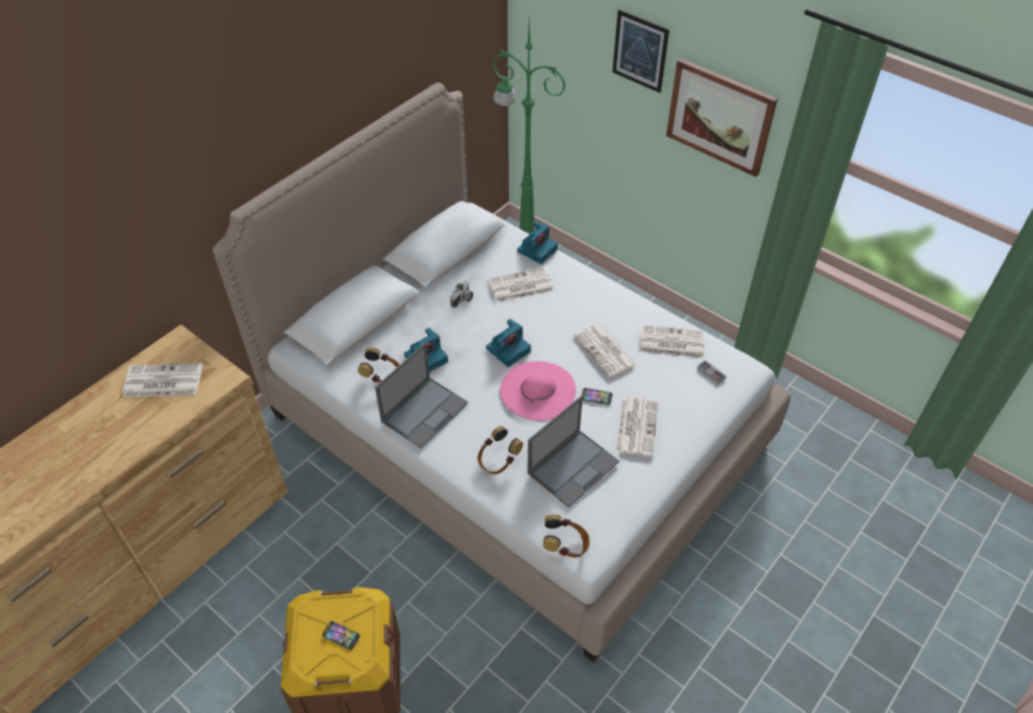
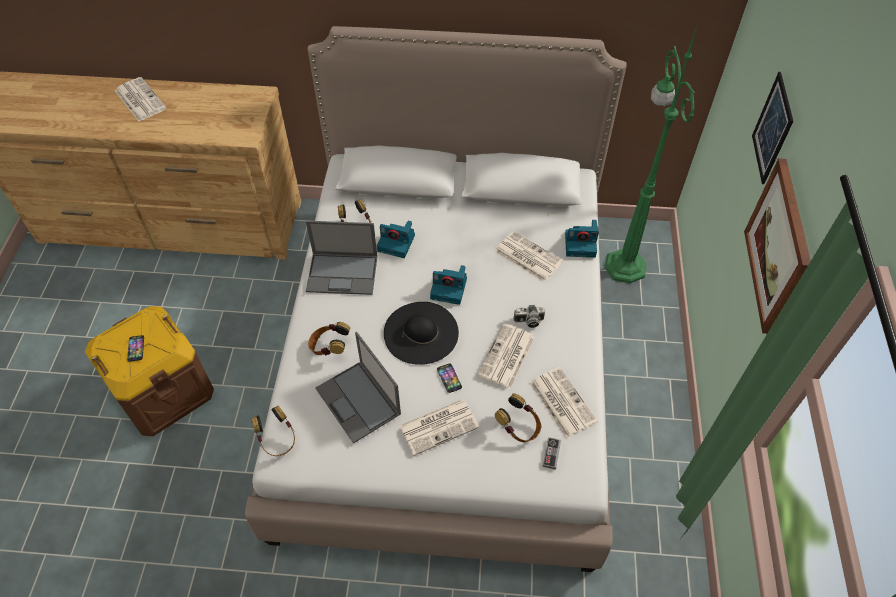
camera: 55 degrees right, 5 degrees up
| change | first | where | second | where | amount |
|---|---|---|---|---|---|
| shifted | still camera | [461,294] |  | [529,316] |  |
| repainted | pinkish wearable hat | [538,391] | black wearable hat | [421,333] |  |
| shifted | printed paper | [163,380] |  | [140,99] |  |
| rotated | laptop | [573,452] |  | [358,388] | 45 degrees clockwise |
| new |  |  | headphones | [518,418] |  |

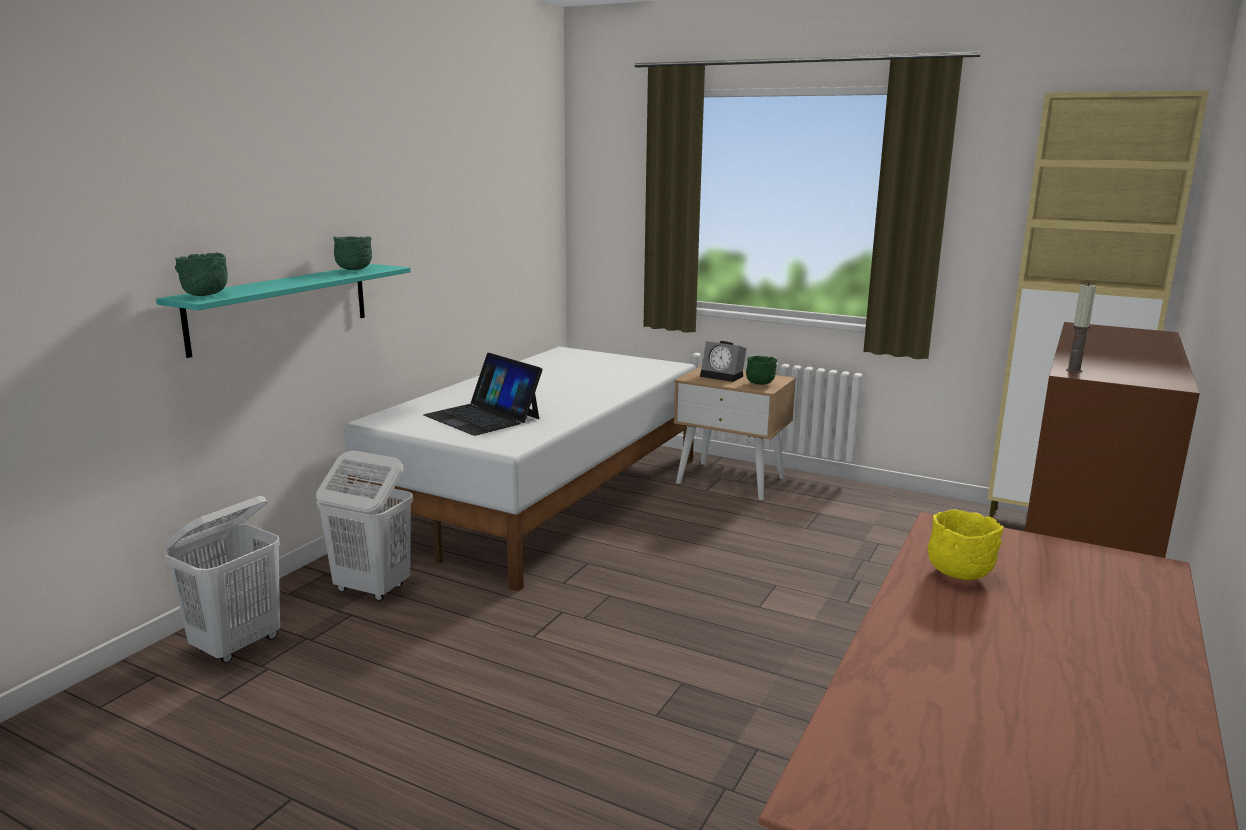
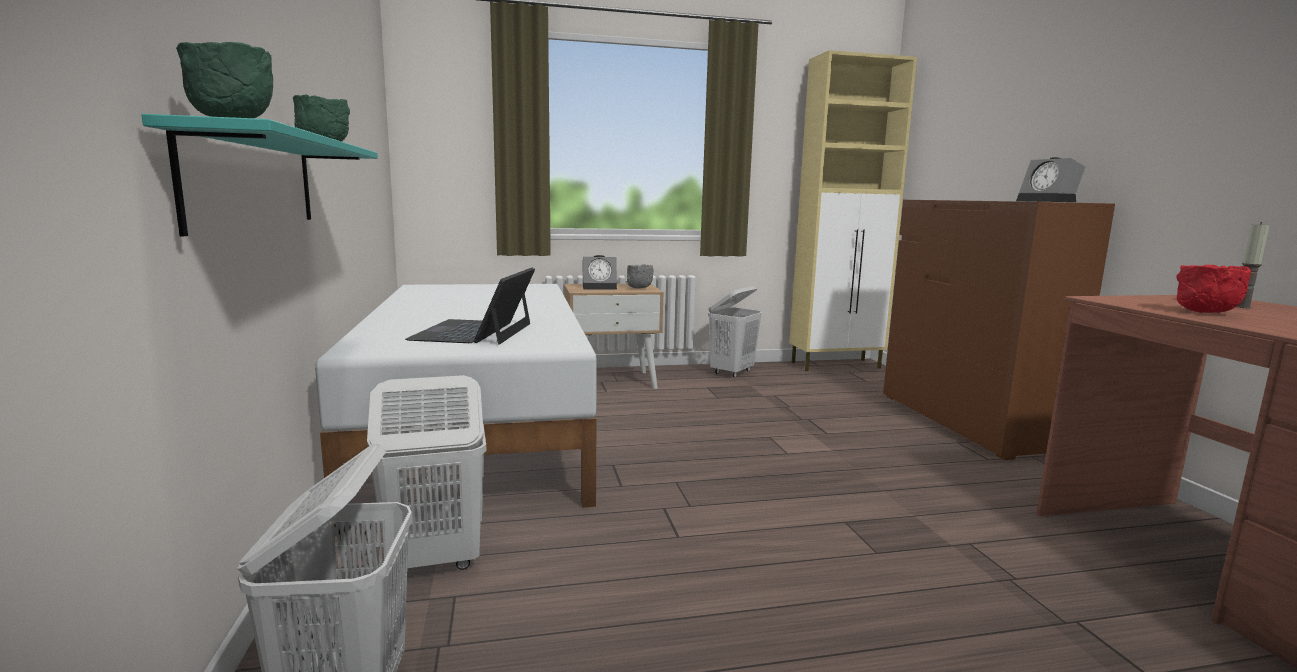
camera: 40 degrees left, 5 degrees down
| change | first | where | second | where | amount |
|---|---|---|---|---|---|
| shifted | candle | [1081,328] |  | [1253,265] |  |
| rotated | laptop | [483,394] |  | [470,306] | 90 degrees clockwise |
| repainted | green-coloured serving bowl | [761,370] | greyish serving bowl | [640,276] |  |
| repainted | yellow serving bowl | [966,544] | red serving bowl | [1213,289] |  |
| new |  |  | table clock | [1050,179] |  |
| new |  |  | white washing basket | [735,332] |  |

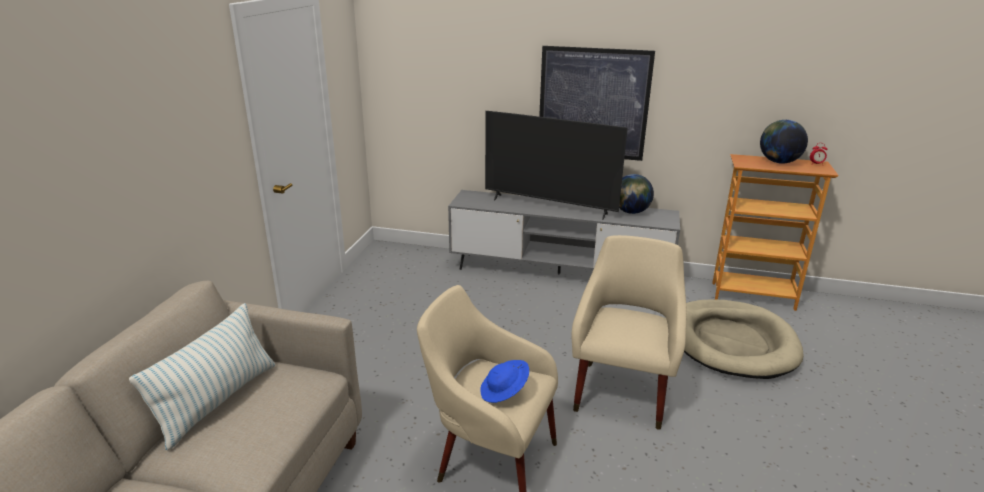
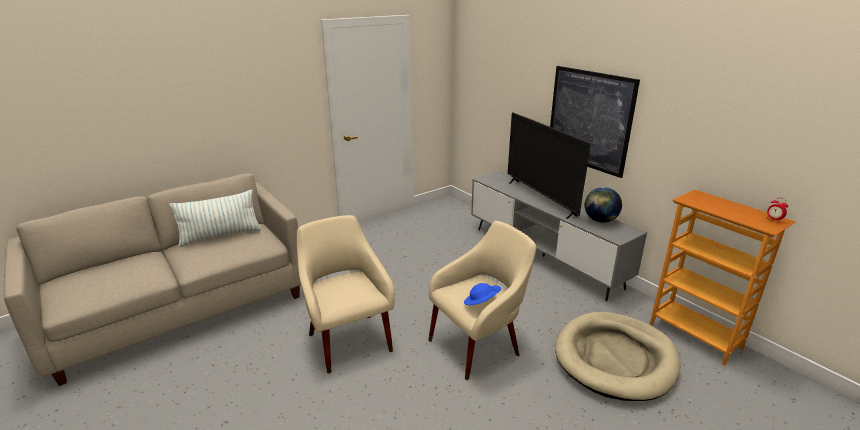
camera: 40 degrees right, 0 degrees up
| change | first | where | second | where | amount |
|---|---|---|---|---|---|
| gone | globe | [784,142] |  |  |  |
| shifted | blue-coloured wearable hat | [504,381] |  | [482,294] |  |

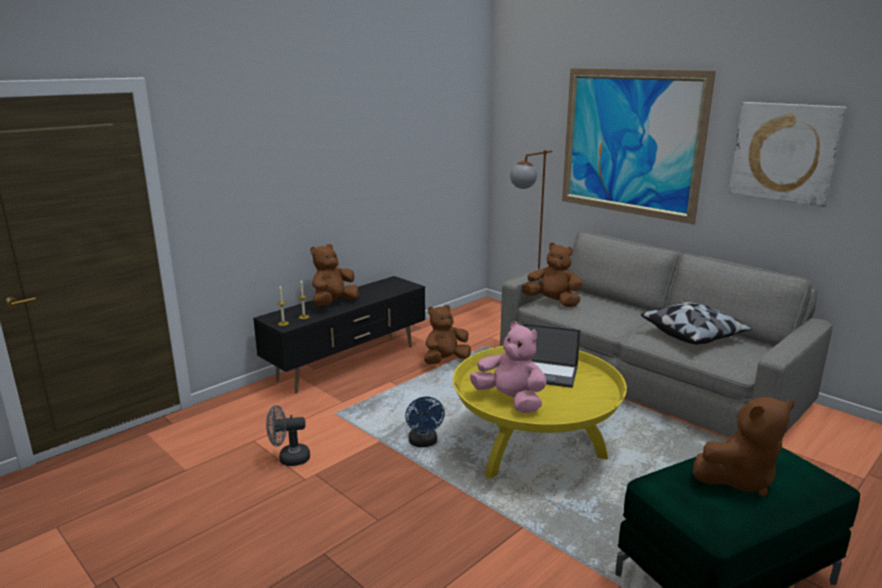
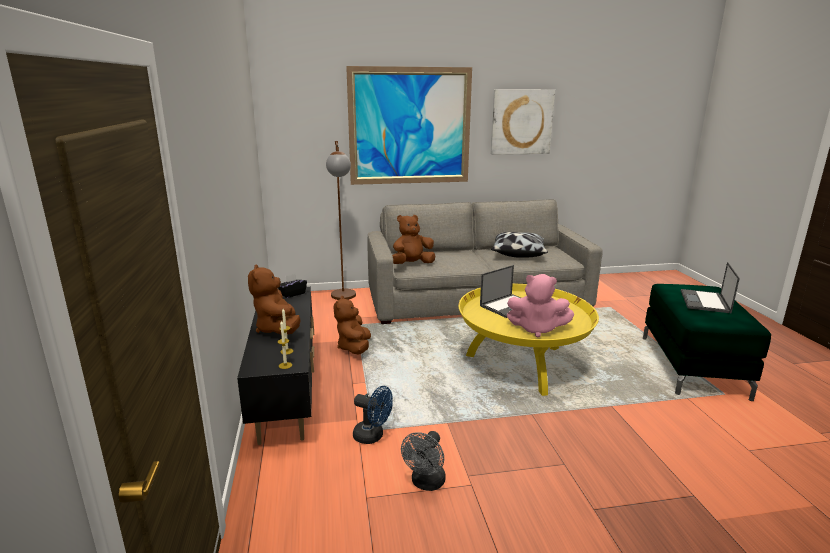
camera: 55 degrees left, 0 degrees up
| change | first | where | second | where | amount |
|---|---|---|---|---|---|
| rotated | pinkish plush toy | [508,367] |  | [540,306] | 150 degrees counterclockwise |
| shifted | blue-coloured cooling fan | [425,422] |  | [373,415] |  |
| swapped | brownish plush toy | [744,447] | laptop | [710,287] |  |
| new |  |  | black box of tissues | [292,286] |  |

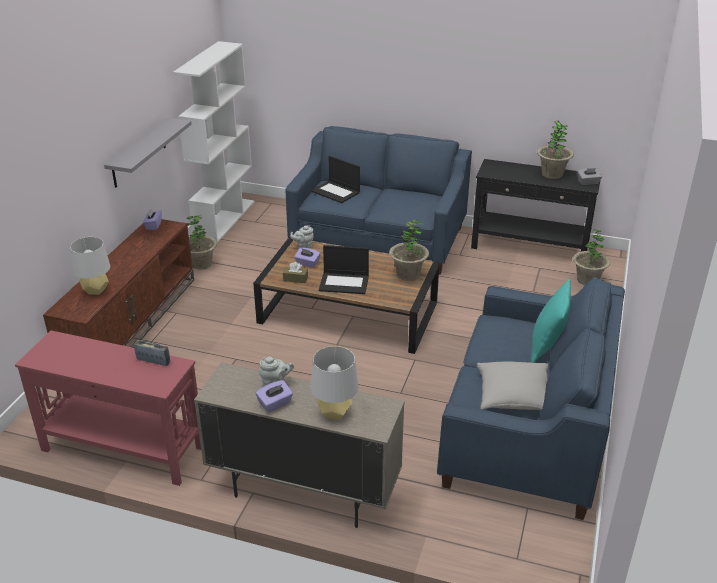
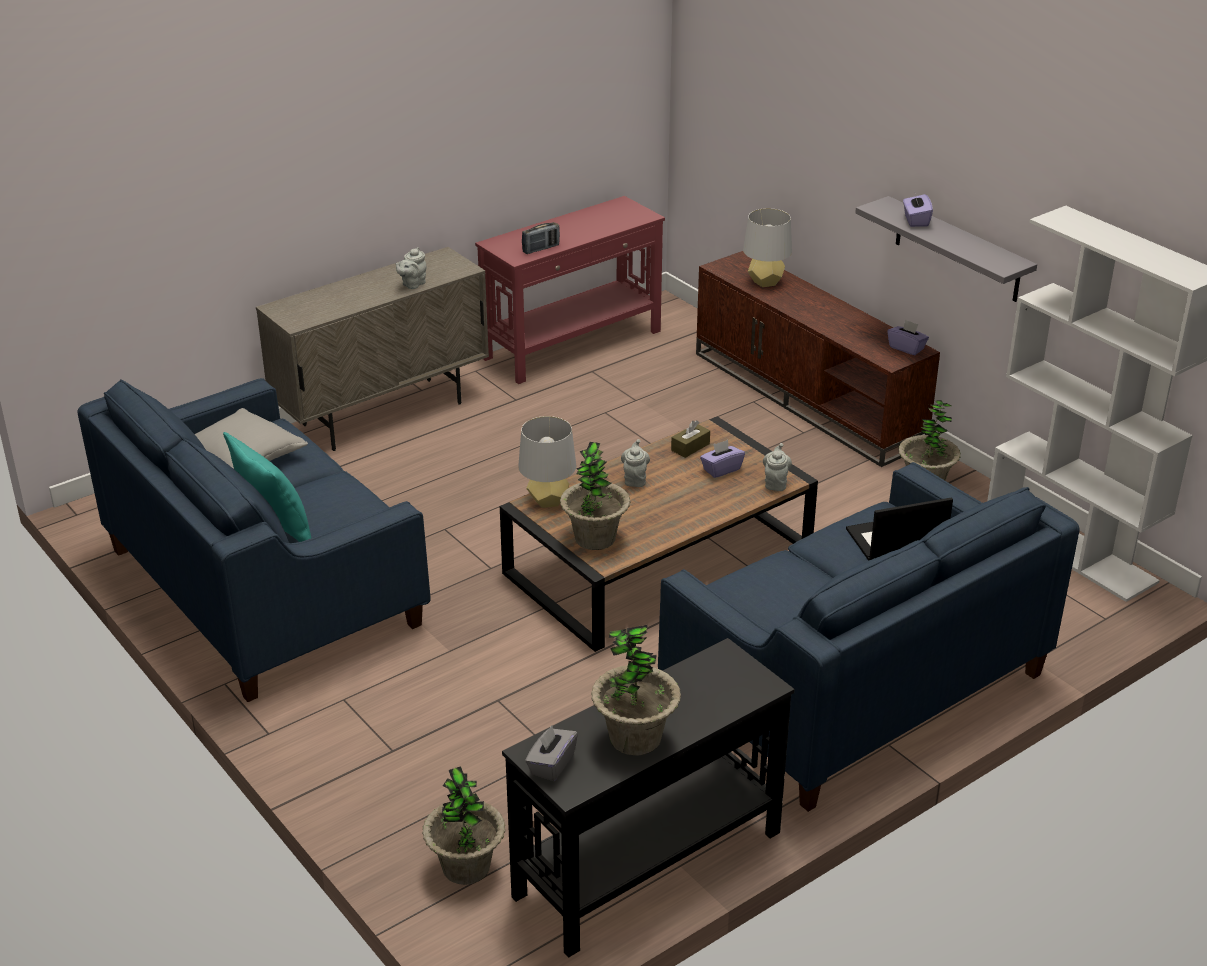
camera: 125 degrees right, 0 degrees up
| change | first | where | second | where | amount |
|---|---|---|---|---|---|
| swapped | laptop | [344,269] | greyish pot for tea | [635,463] |  |
| shifted | greyish table lamp | [335,383] |  | [547,462] |  |
| shifted | purplish box of tissues | [274,396] |  | [918,209] |  |

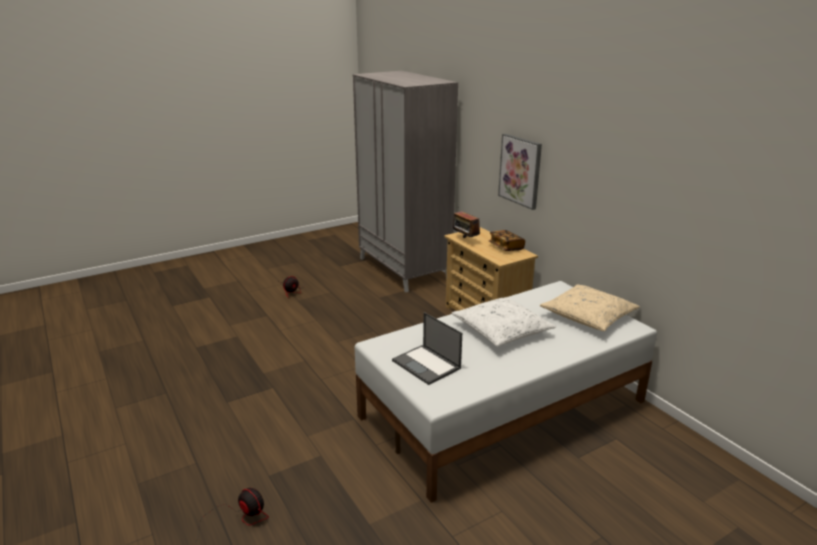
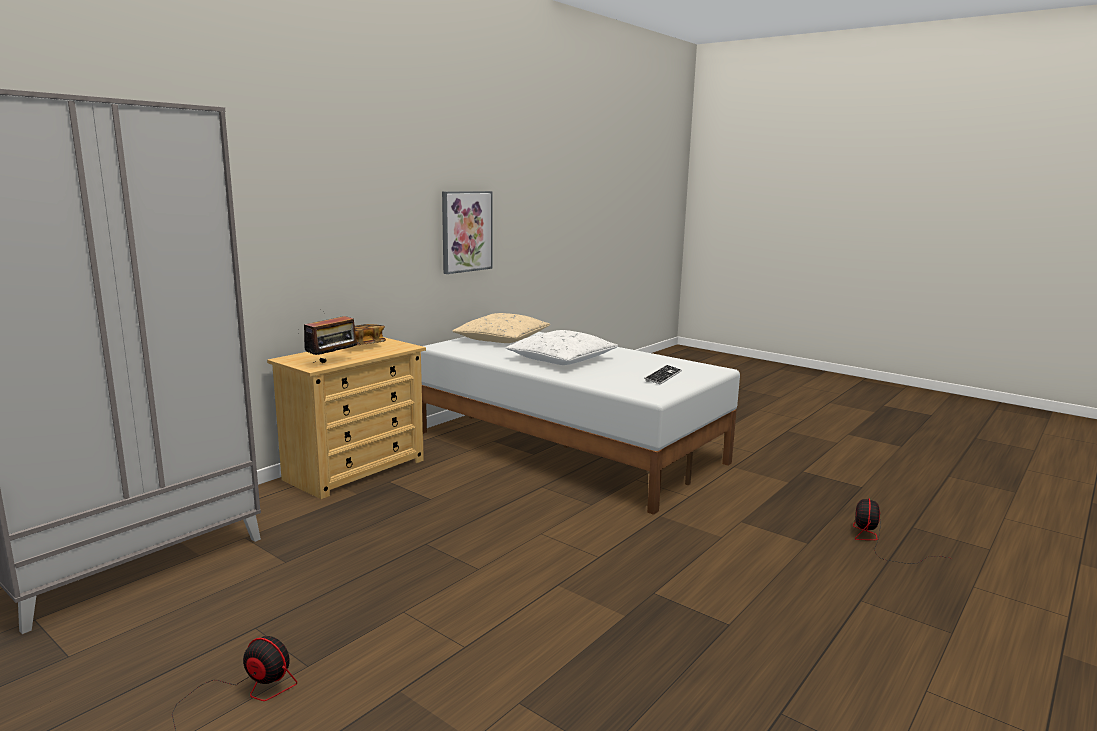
camera: 110 degrees left, 10 degrees down
| change | first | where | second | where | amount |
|---|---|---|---|---|---|
| shifted | picture | [520,171] |  | [467,232] |  |
| swapped | laptop | [427,348] | PC keyboard | [663,374] |  |

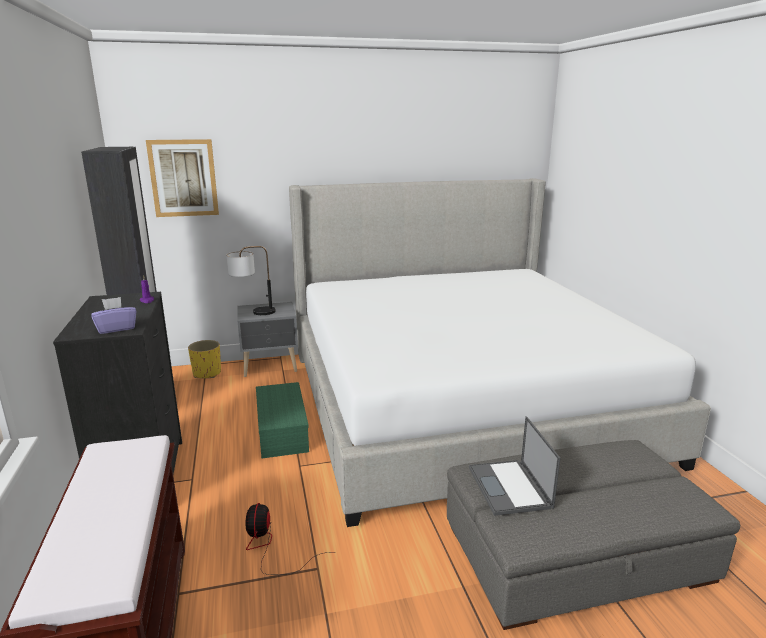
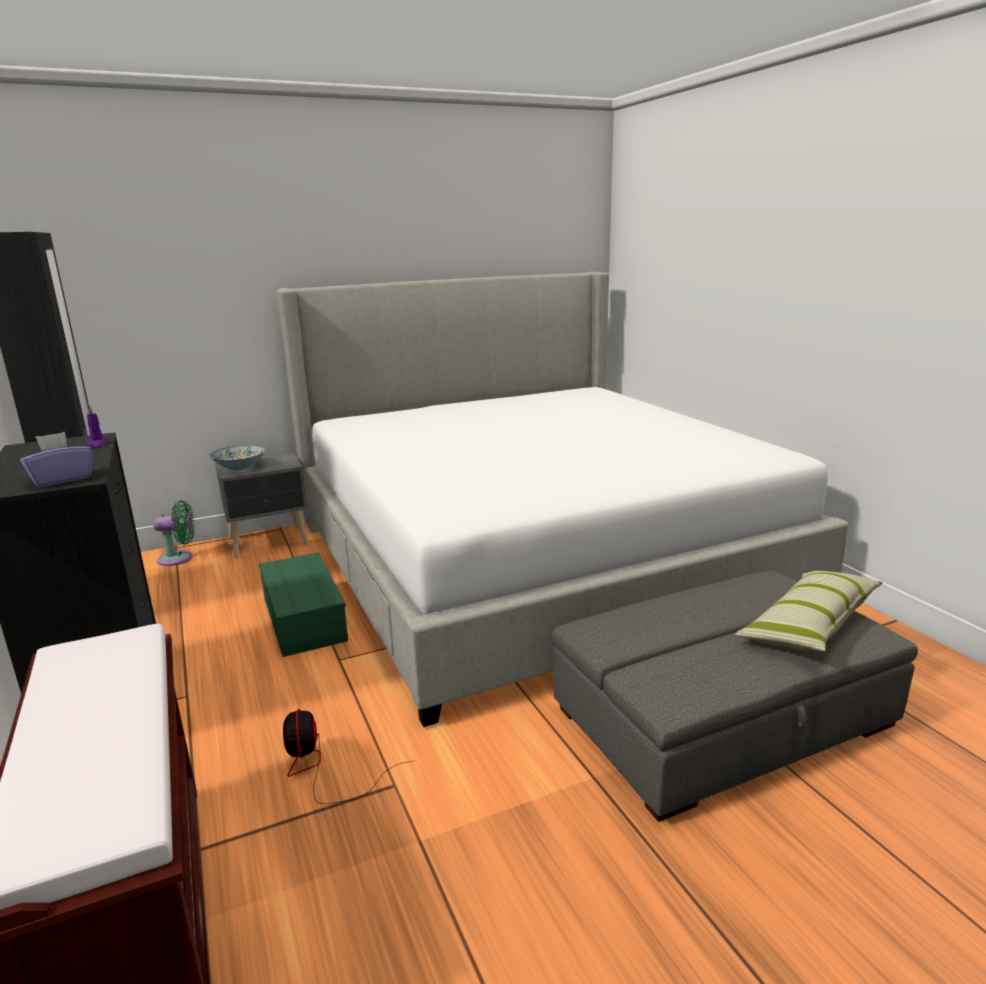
camera: 10 degrees left, 0 degrees up
| change | first | where | second | where | amount |
|---|---|---|---|---|---|
| gone | picture | [182,178] |  |  |  |
| swapped | table lamp | [251,280] | serving bowl | [237,457] |  |
| swapped | yellow plant pot | [204,359] | green-coloured cooling fan | [174,533] |  |
| gone | laptop | [514,466] |  |  |  |
| new |  |  | cushion | [809,611] |  |

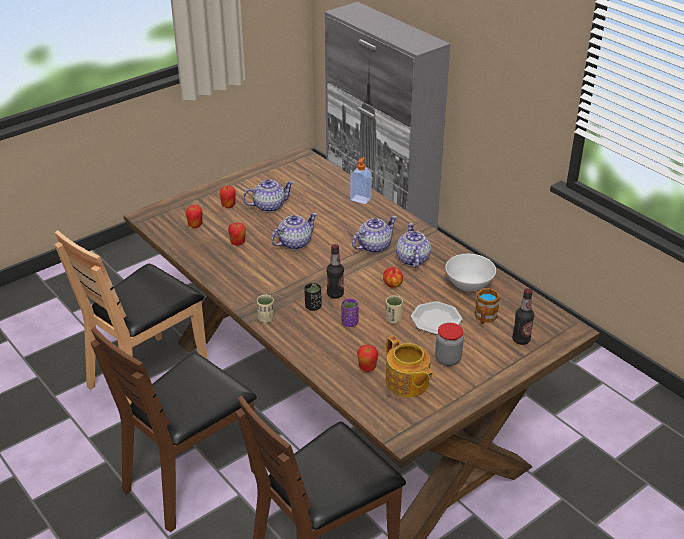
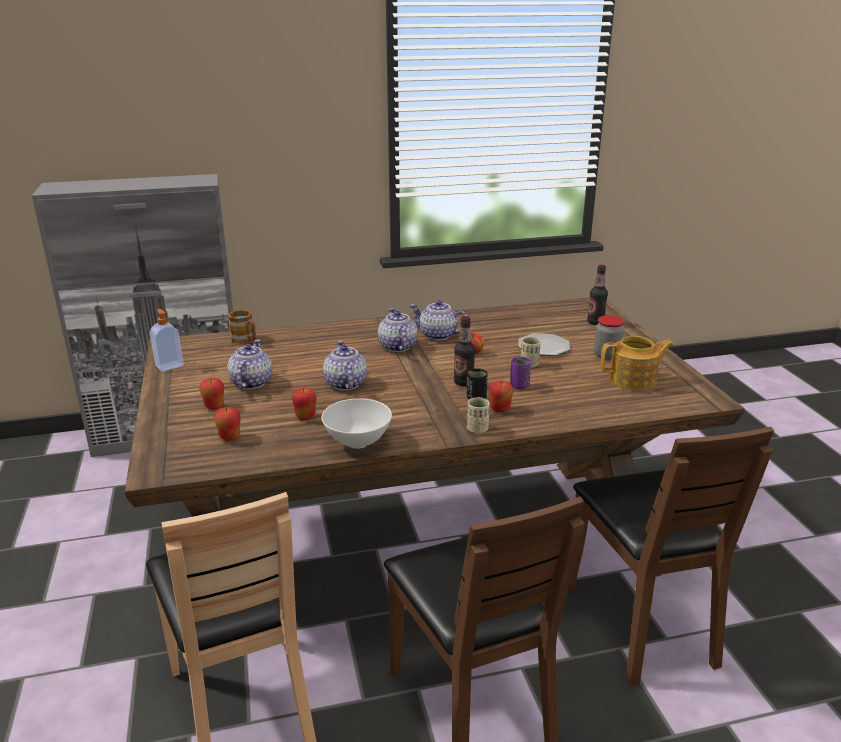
camera: 65 degrees left, 10 degrees down
| change | first | where | second | where | amount |
|---|---|---|---|---|---|
| shifted | soap bottle | [361,180] |  | [167,340] |  |
| shifted | white serving bowl | [470,273] |  | [357,423] |  |
| shifted | mug | [487,306] |  | [242,327] |  |
| shifted | apple fruit | [367,358] |  | [501,396] |  |

